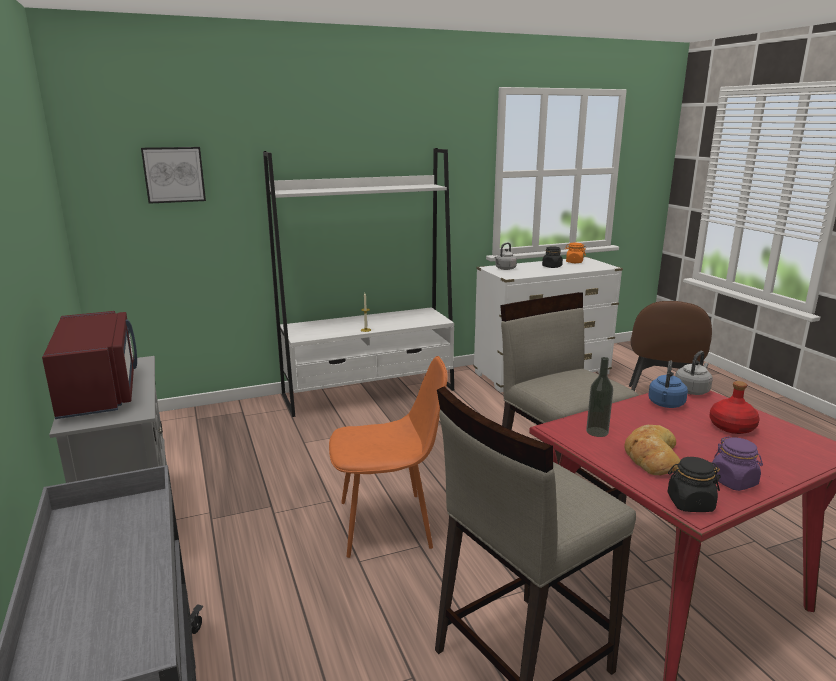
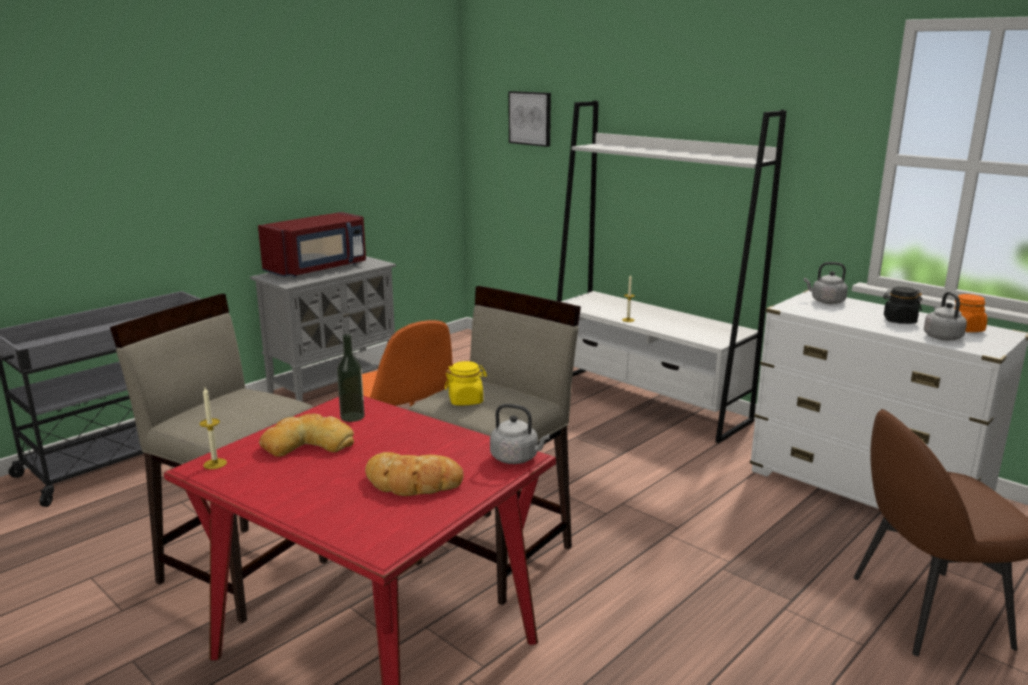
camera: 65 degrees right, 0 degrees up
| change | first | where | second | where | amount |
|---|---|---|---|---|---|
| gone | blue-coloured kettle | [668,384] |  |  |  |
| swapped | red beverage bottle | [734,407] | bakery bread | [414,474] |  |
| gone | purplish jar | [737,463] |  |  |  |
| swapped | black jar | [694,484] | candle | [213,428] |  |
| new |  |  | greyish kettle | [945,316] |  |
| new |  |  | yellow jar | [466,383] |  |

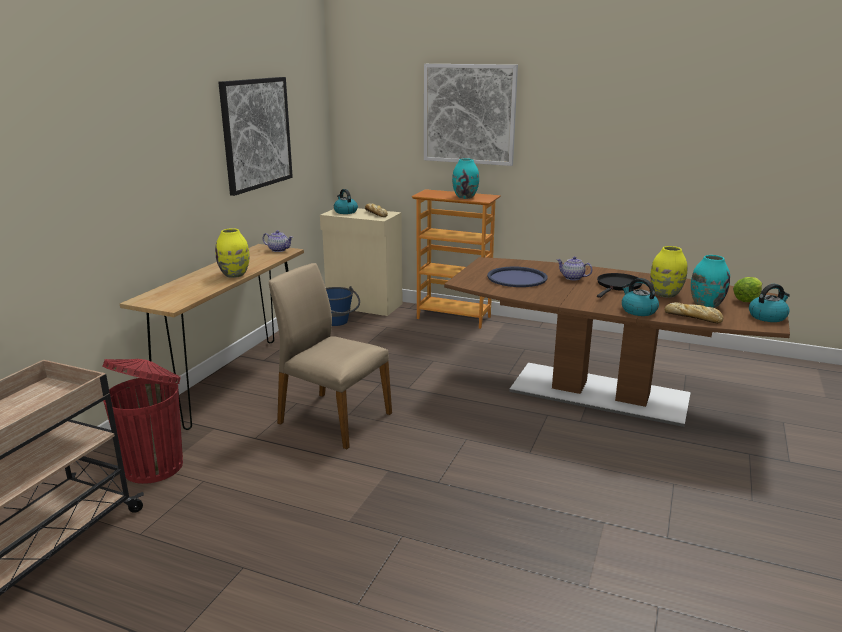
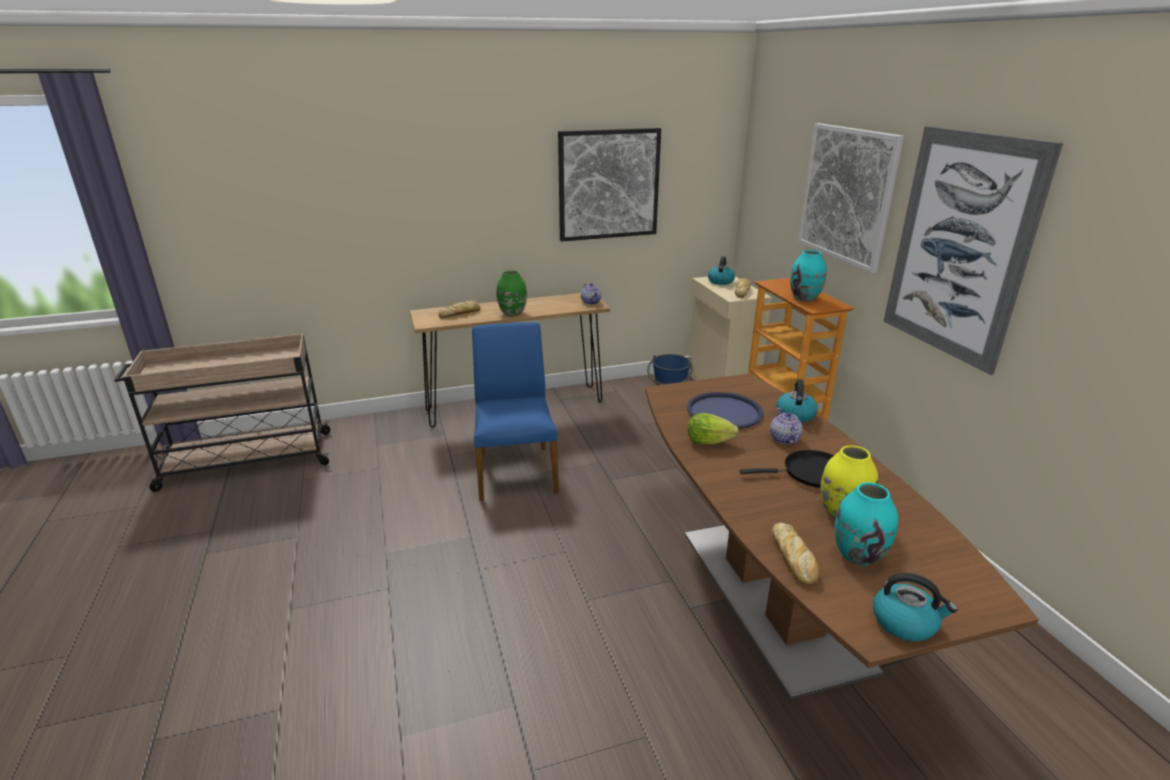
camera: 50 degrees right, 5 degrees up
| change | first | where | second | where | amount |
|---|---|---|---|---|---|
| repainted | yellow vase | [232,253] | green-coloured vase | [512,293] |  |
| repainted | beige chair | [330,356] | blue-coloured chair | [515,411] |  |
| shifted | lettuce | [747,289] |  | [713,428] |  |
| shifted | kettle | [640,297] |  | [797,400] |  |
| gone | red rubbish bin | [143,421] |  |  |  |
| new |  |  | picture | [973,250] |  |
| new |  |  | bakery bread | [459,309] |  |

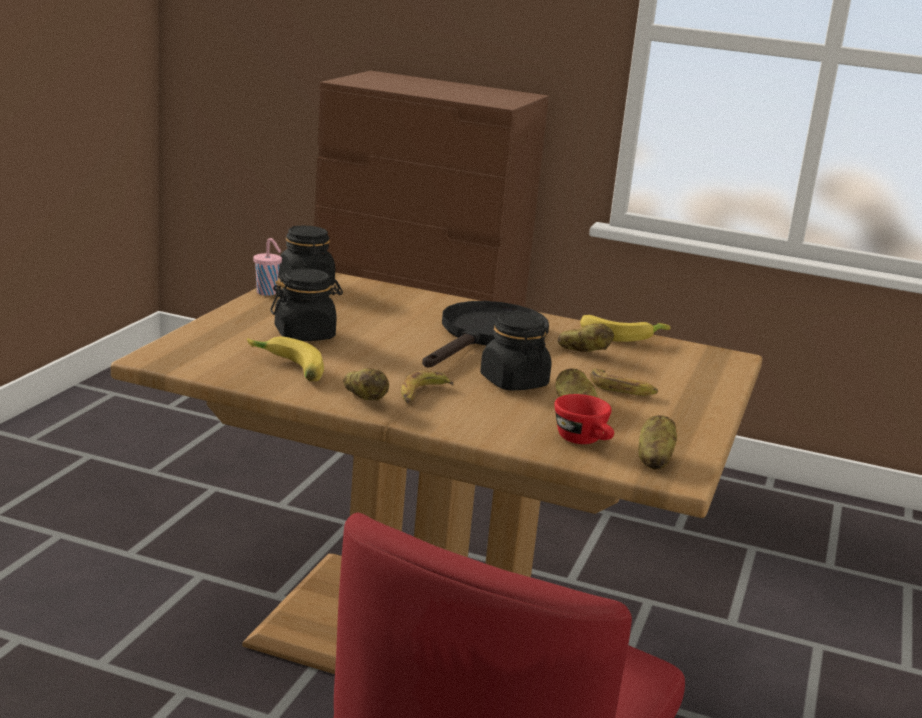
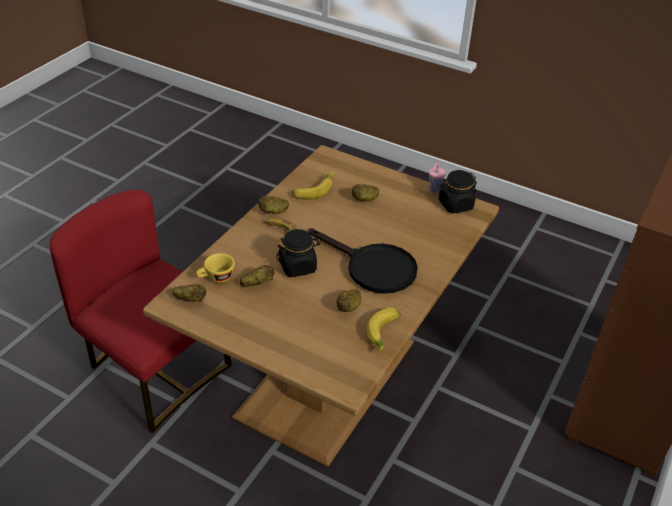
camera: 100 degrees right, 20 degrees up
| change | first | where | second | where | amount |
|---|---|---|---|---|---|
| swapped | black jar | [306,305] | spud | [365,193] |  |
| gone | banana | [624,382] |  |  |  |
| repainted | red small cup | [584,419] | yellow small cup | [215,268] |  |

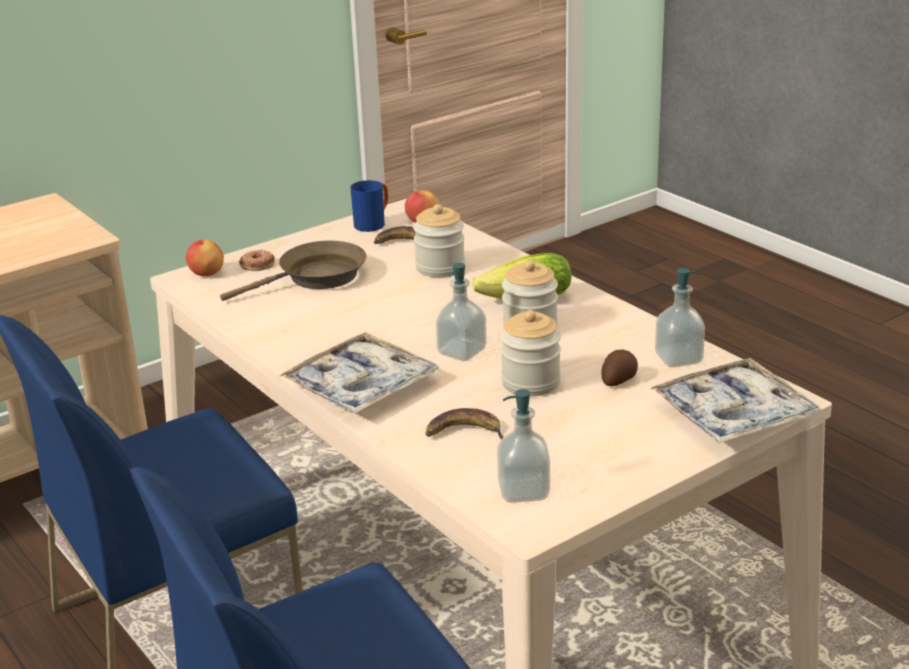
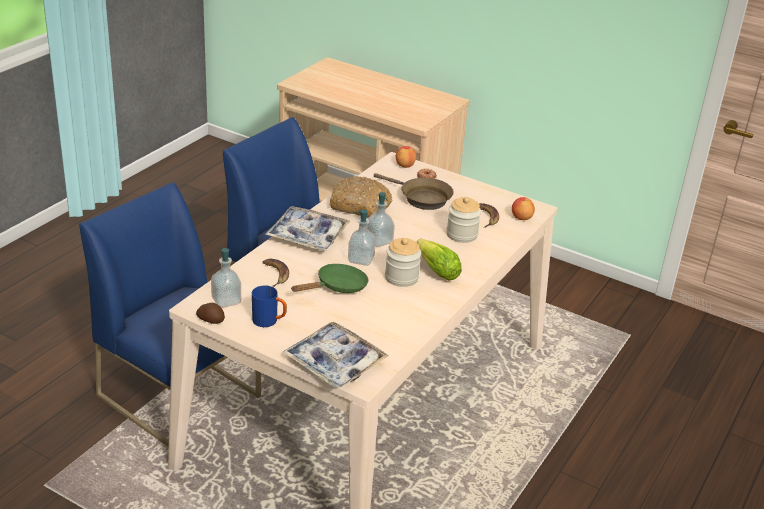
camera: 65 degrees right, 5 degrees up
| change | first | where | second | where | amount |
|---|---|---|---|---|---|
| shifted | blue-coloured mug | [369,206] |  | [269,306] |  |
| shifted | soap bottle | [680,317] |  | [381,219] |  |
| swapped | jar | [530,353] | green-coloured pan | [330,278] |  |
| shifted | spud | [619,368] |  | [210,313] |  |
| new |  |  | bakery bread | [361,197] |  |

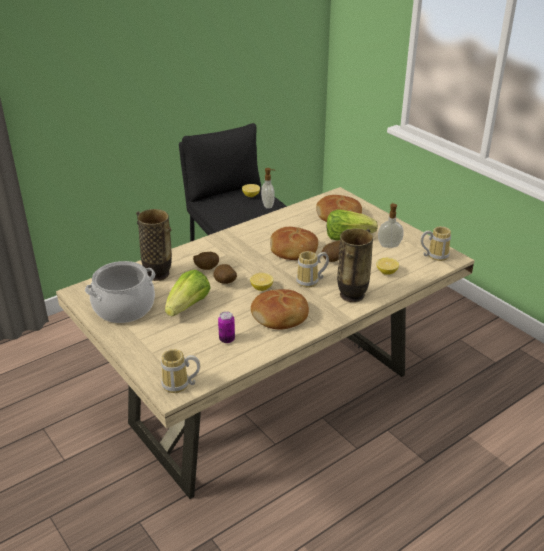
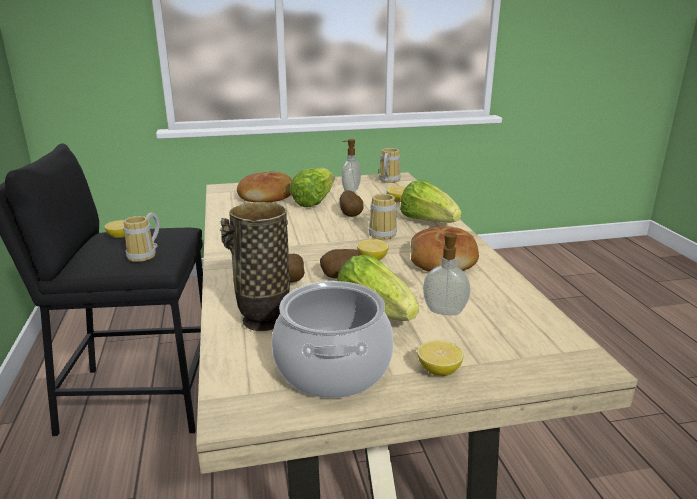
camera: 65 degrees left, 10 degrees down
| change | first | where | second | where | amount |
|---|---|---|---|---|---|
| shifted | soap bottle | [268,188] |  | [446,273] |  |
| gone | bakery bread | [294,243] |  |  |  |
| swapped | vase | [355,265] | lettuce | [431,201] |  |
| gone | sealed can | [226,327] |  |  |  |
| shifted | mug | [180,371] |  | [141,237] |  |
| new |  |  | citrus fruit | [440,358] |  |

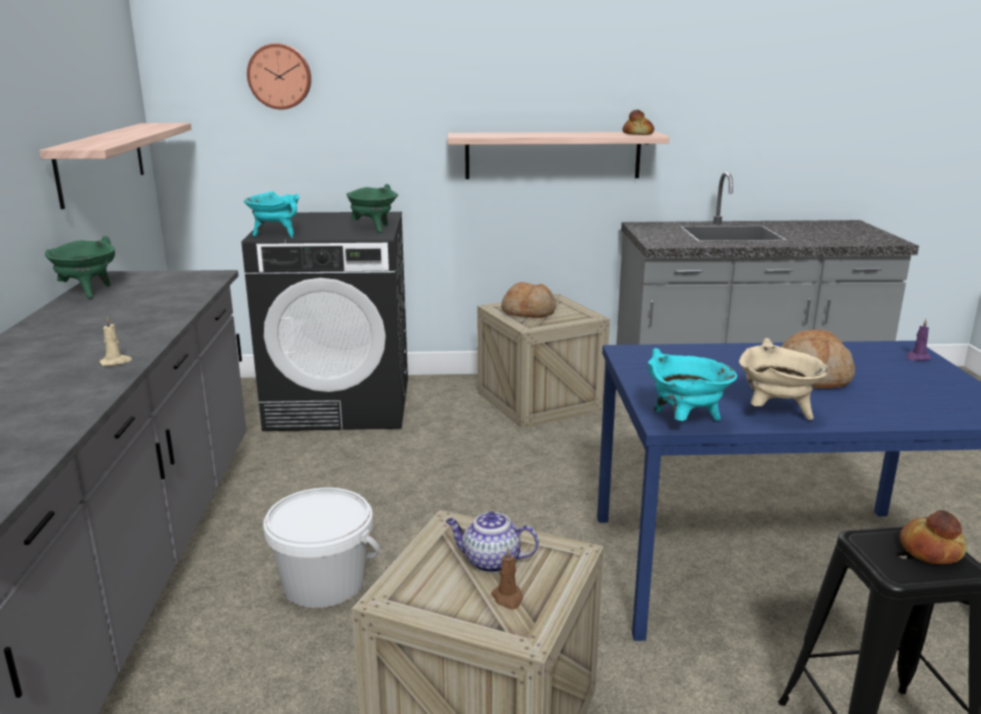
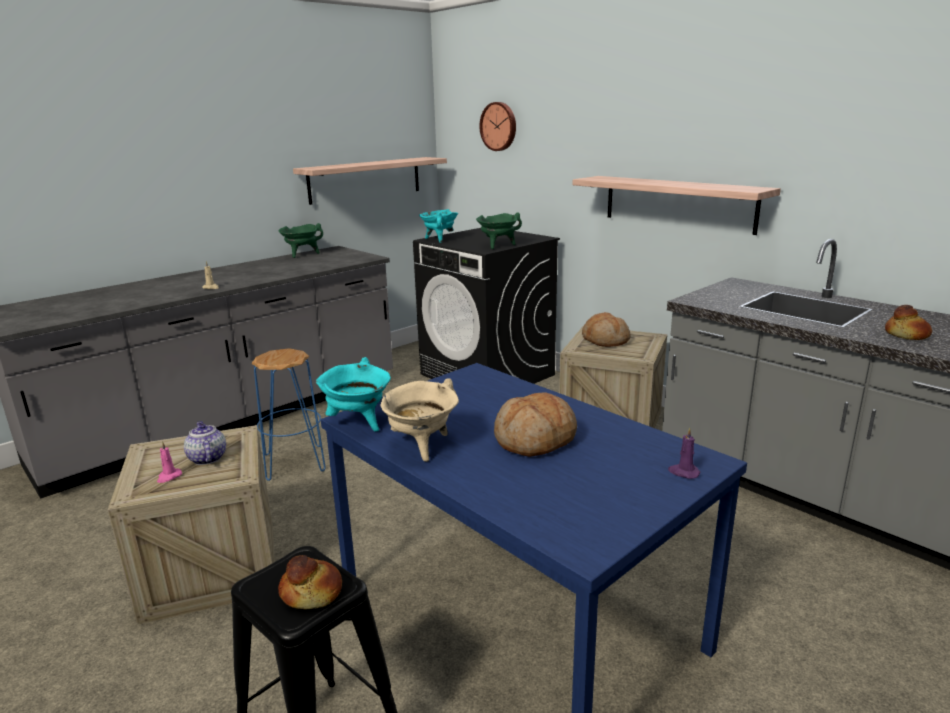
camera: 50 degrees right, 0 degrees up
| change | first | where | second | where | amount |
|---|---|---|---|---|---|
| shifted | bakery bread | [638,122] |  | [908,322] |  |
| swapped | white bucket | [321,547] | blue-coloured stool seat | [288,414] |  |
| repainted | brownish candle | [507,578] | pinkish candle | [169,462] |  |

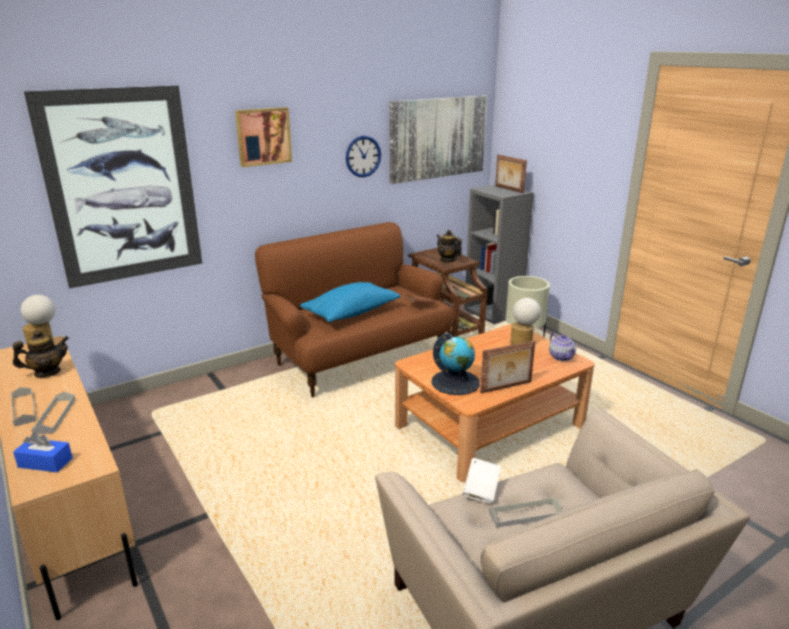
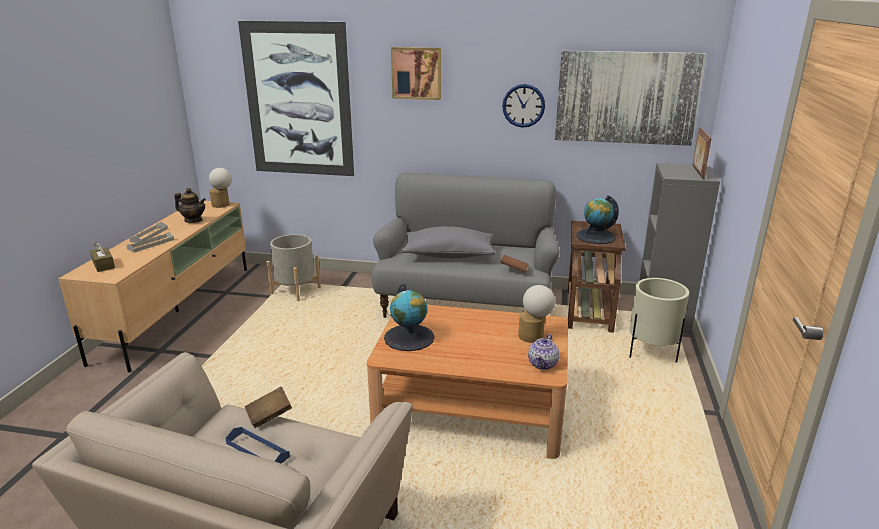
camera: 45 degrees right, 0 degrees up
| change | first | where | second | where | amount |
|---|---|---|---|---|---|
| repainted | brownish settee | [354,309] | greyish settee | [466,245] |  |
| swapped | pot for tea | [449,246] | globe | [597,219] |  |
| repainted | blue-coloured cushion | [350,302] | greyish cushion | [448,242] |  |
| gone | picture frame | [507,367] |  |  |  |
| repainted | blue-coloured box of tissues | [43,452] | brownish box of tissues | [102,257] |  |
| repainted | white bound book | [482,481] | brownish bound book | [268,407] |  |
| repainted | greyish carrying tray | [526,513] | blue-coloured carrying tray | [257,445] |  |
| new |  |  | greyish plant pot | [294,267] |  |

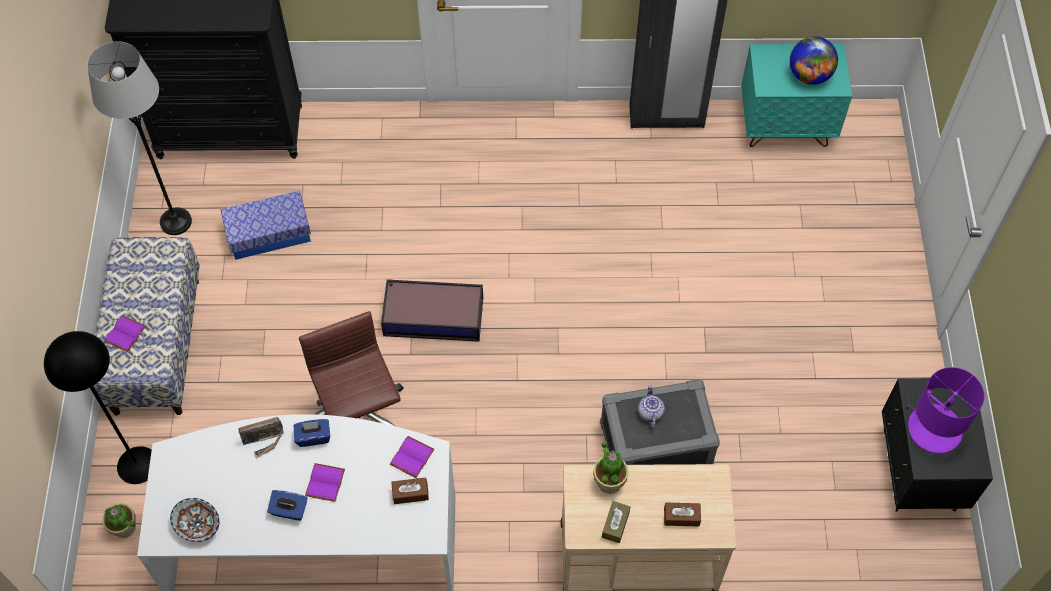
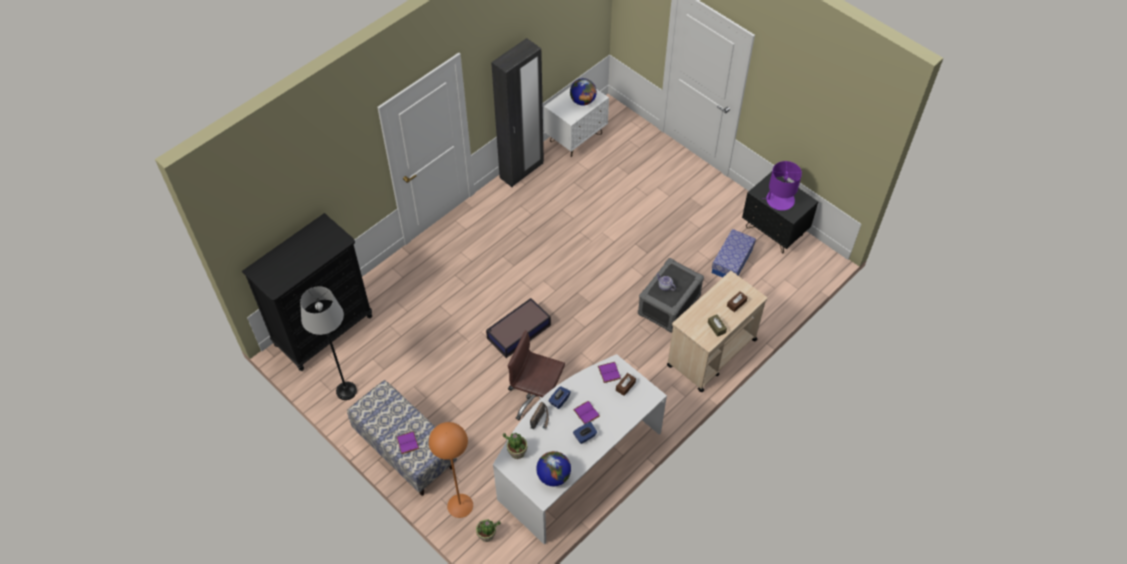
camera: 45 degrees left, 5 degrees down
| change | first | where | second | where | amount |
|---|---|---|---|---|---|
| repainted | turquoise-coloured bedside table | [796,95] | white bedside table | [576,122] |  |
| shifted | storage box | [266,225] |  | [734,253] |  |
| repainted | black standing lamp | [98,407] | orange standing lamp | [451,470] |  |
| shifted | houseplant | [611,467] |  | [515,446] |  |
| swapped | serving bowl | [194,520] | globe | [553,468] |  |

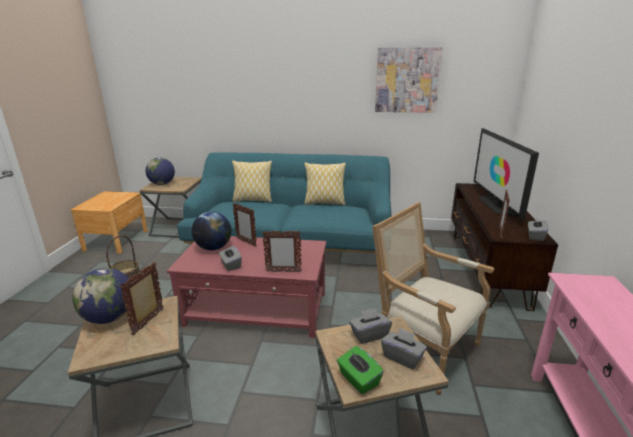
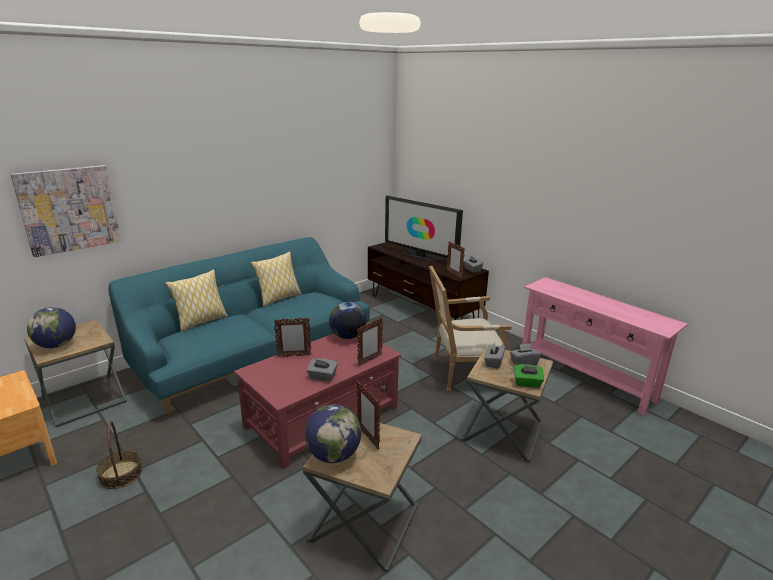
camera: 50 degrees left, 0 degrees up
| change | first | where | second | where | amount |
|---|---|---|---|---|---|
| shifted | picture | [409,80] |  | [65,211] |  |
| shifted | globe | [212,230] |  | [348,320] |  |

